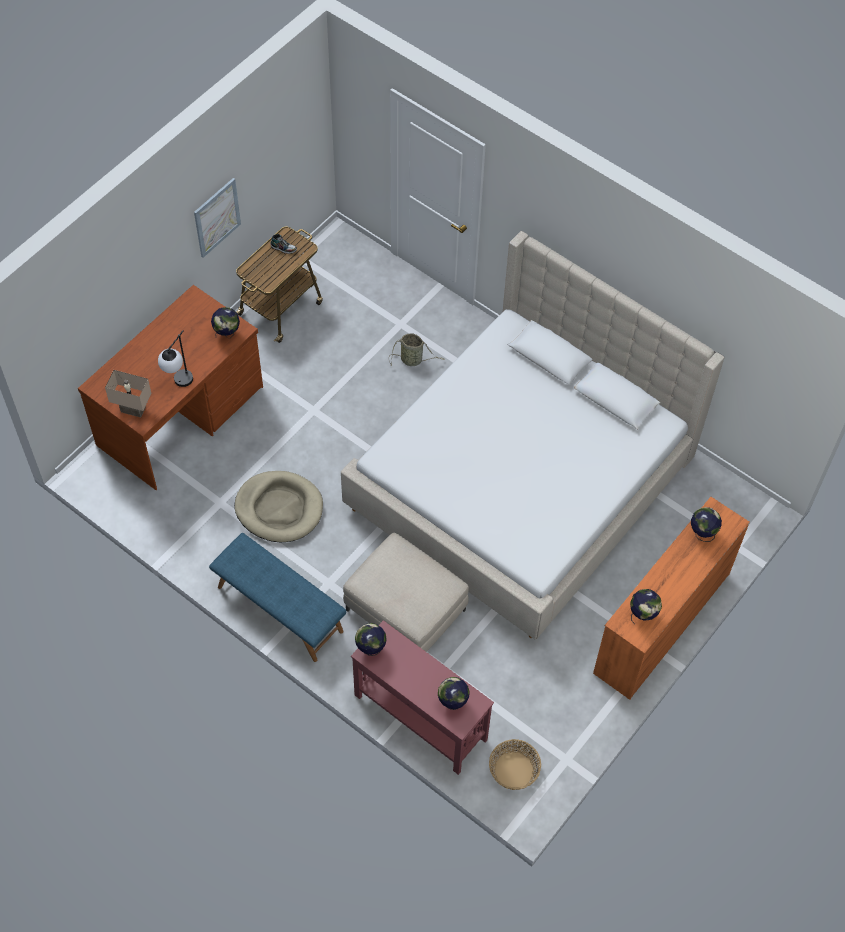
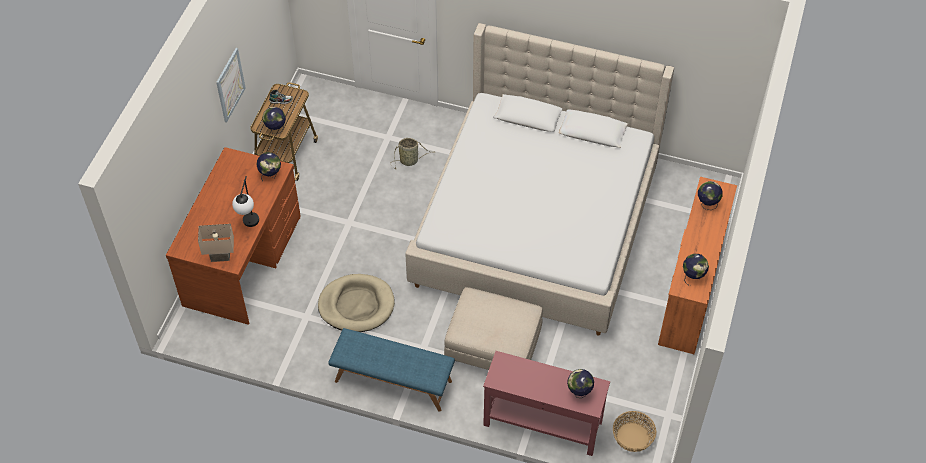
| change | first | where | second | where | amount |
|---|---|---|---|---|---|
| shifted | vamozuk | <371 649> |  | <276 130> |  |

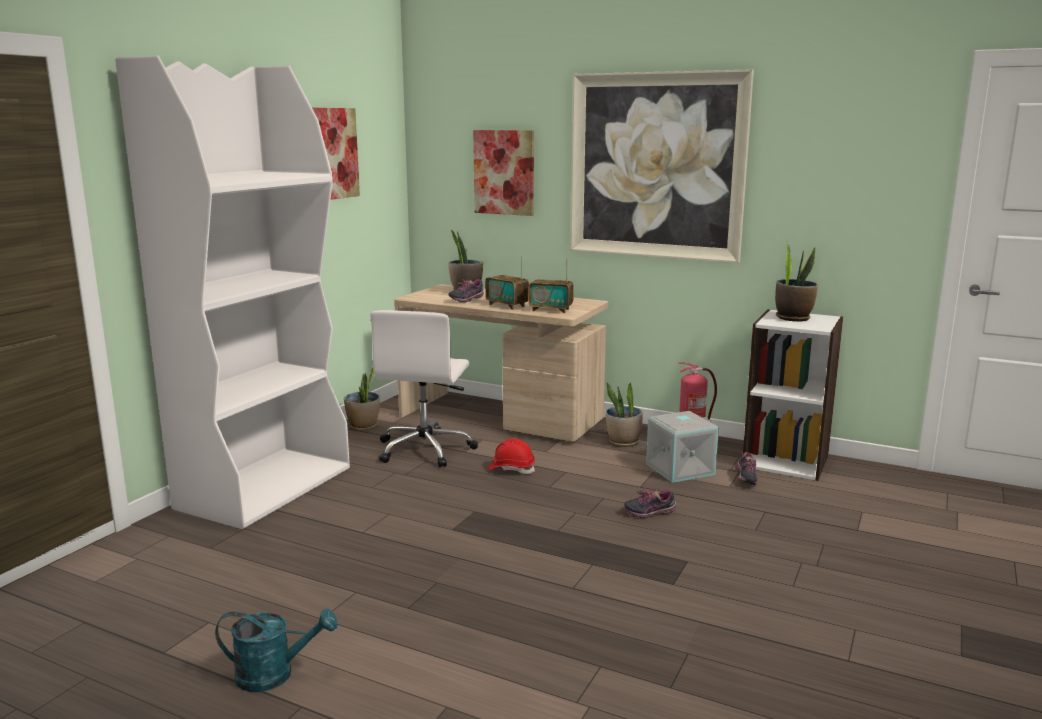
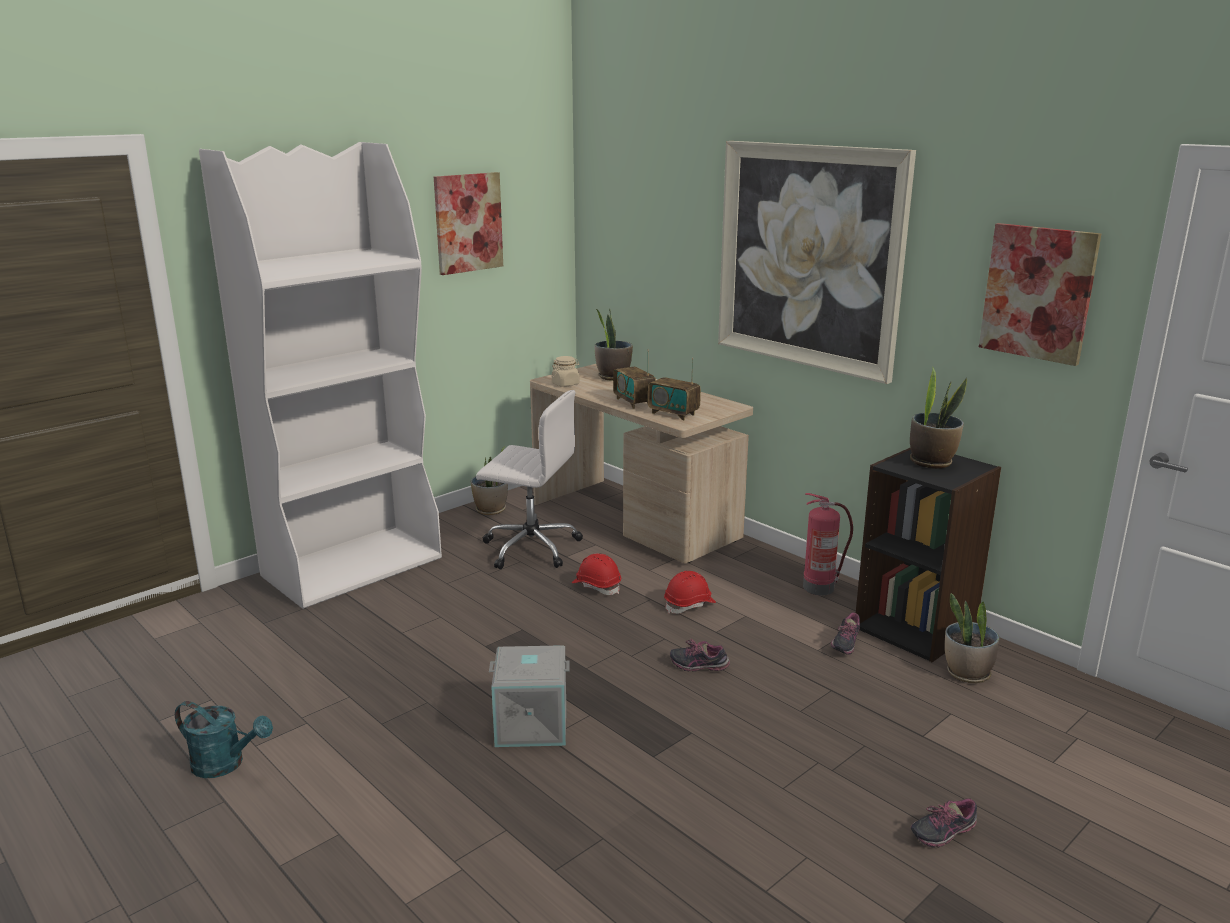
| change | first | where | second | where | amount |
|---|---|---|---|---|---|
| rotated | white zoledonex | <425 449> |  | <530 547> | 105 degrees counterclockwise |
| shifted | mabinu | <466 300> |  | <942 833> |  |
| shifted | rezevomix | <504 172> |  | <1038 293> |  |
| shifted | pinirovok | <623 442> |  | <967 673> |  |
| shifted | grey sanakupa | <680 468> |  | <532 723> |  |
| repainted | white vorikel | <786 460> | black vorikel | <916 628> |  |
| new |  |  | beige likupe | <565 384> |  |
| new |  |  | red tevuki | <689 605> |  |

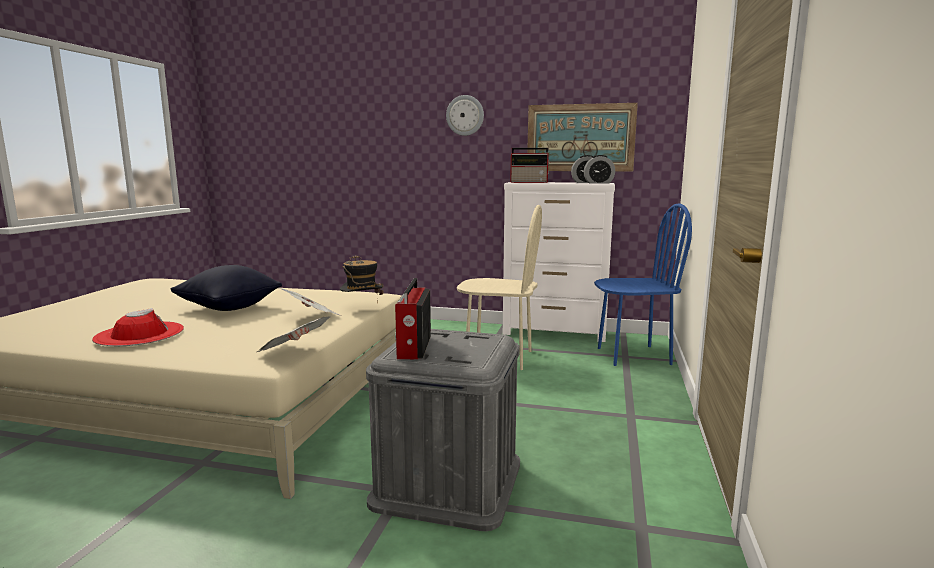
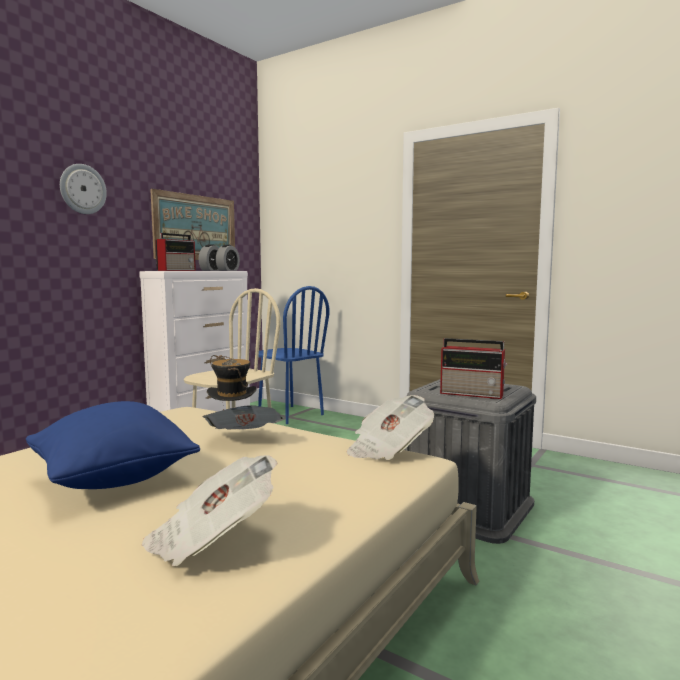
| change | first | where | second | where | amount |
|---|---|---|---|---|---|
| swapped | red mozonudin | <139 334> | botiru | <211 539> |  |
| repainted | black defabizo | <229 307> | blue defabizo | <113 480> |  |
| rotated | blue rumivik | <633 356> |  | <290 414> | 120 degrees clockwise |

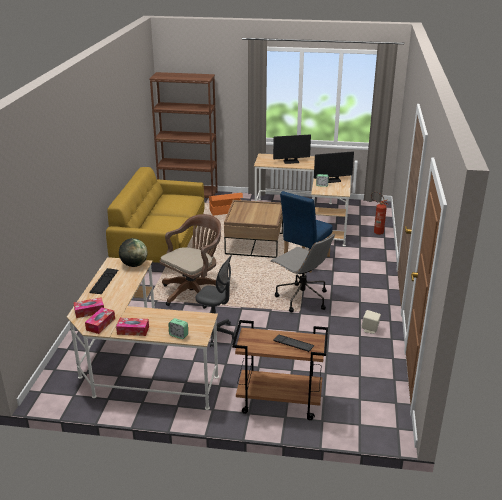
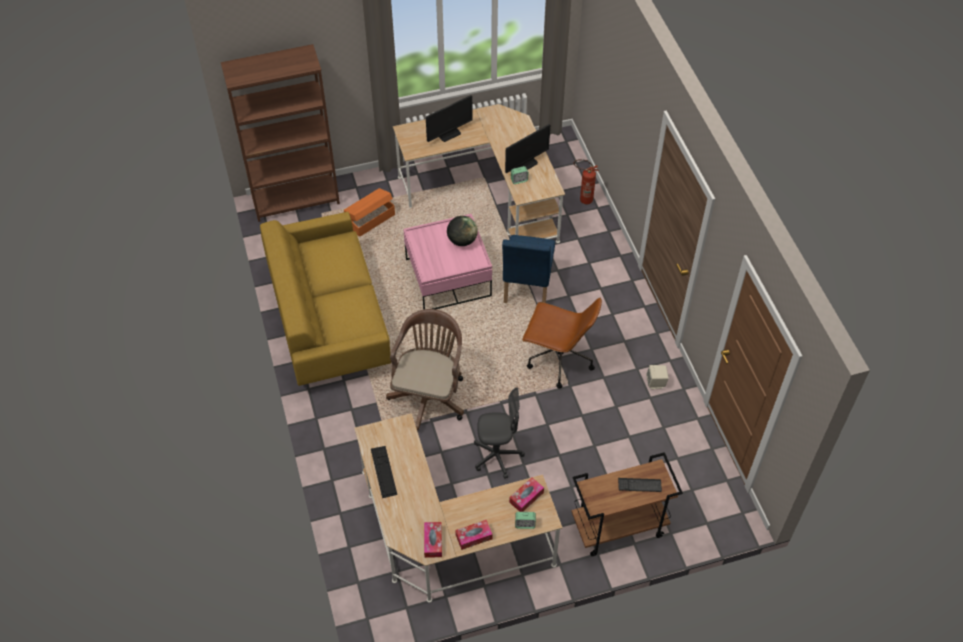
| change | first | where | second | where | amount |
|---|---|---|---|---|---|
| shifted | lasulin | <89 311> |  | <526 497> |  |
| shifted | vamozuk | <134 265> |  | <462 241> |  |
| repainted | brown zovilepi | <254 244> | pink zovilepi | <448 278> |  |
| repainted | grey zoledonex | <301 298> | brown zoledonex | <558 360> |  |

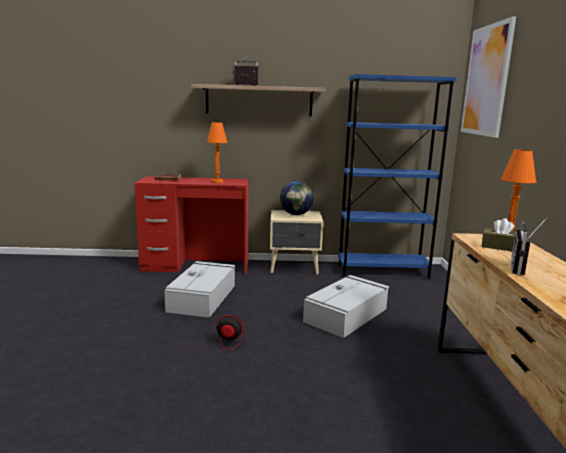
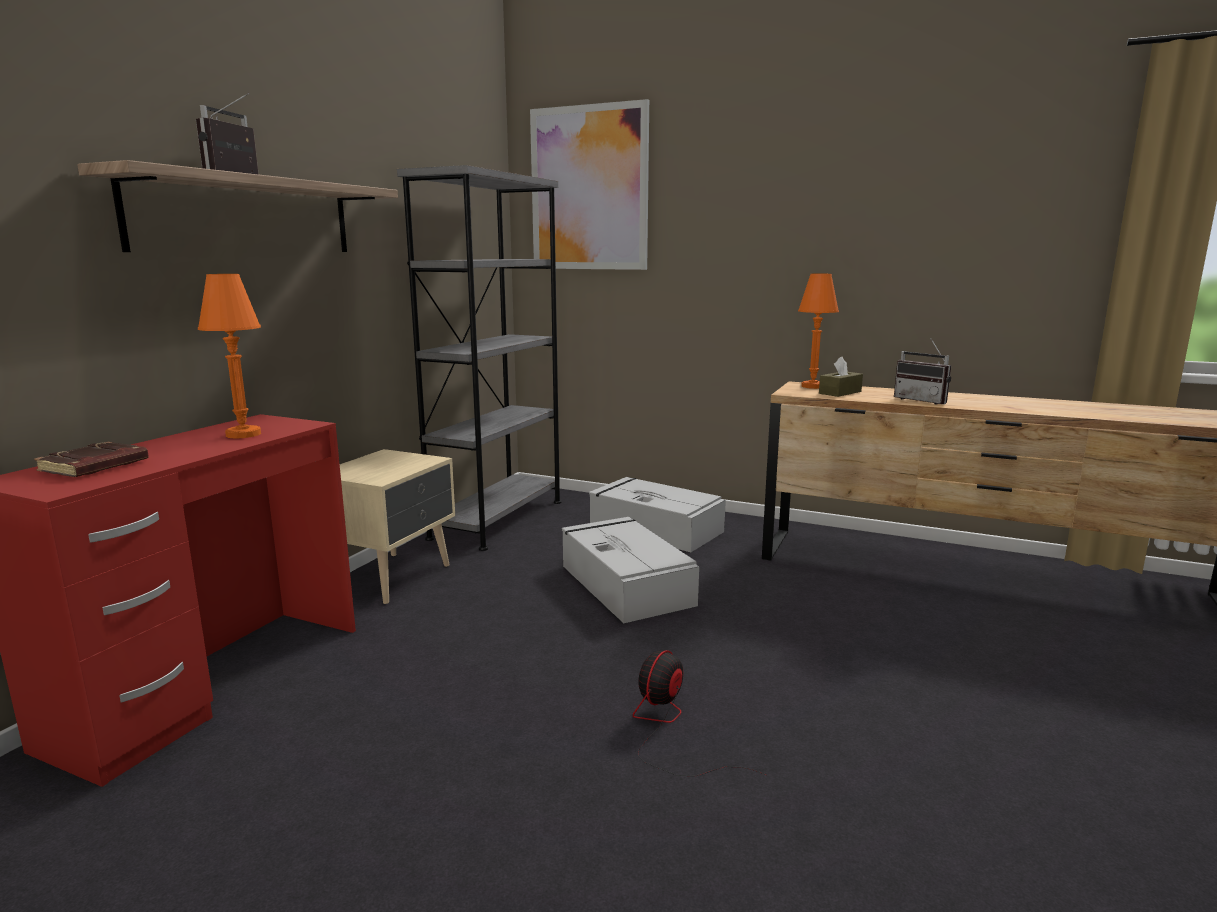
| change | first | where | second | where | amount |
|---|---|---|---|---|---|
| shifted | grey sanakupa | <203 297> |  | <654 528> |  |
| gone | vamozuk | <296 214> |  |  |  |
| repainted | blue vorikel | <382 271> | grey vorikel | <498 519> |  |

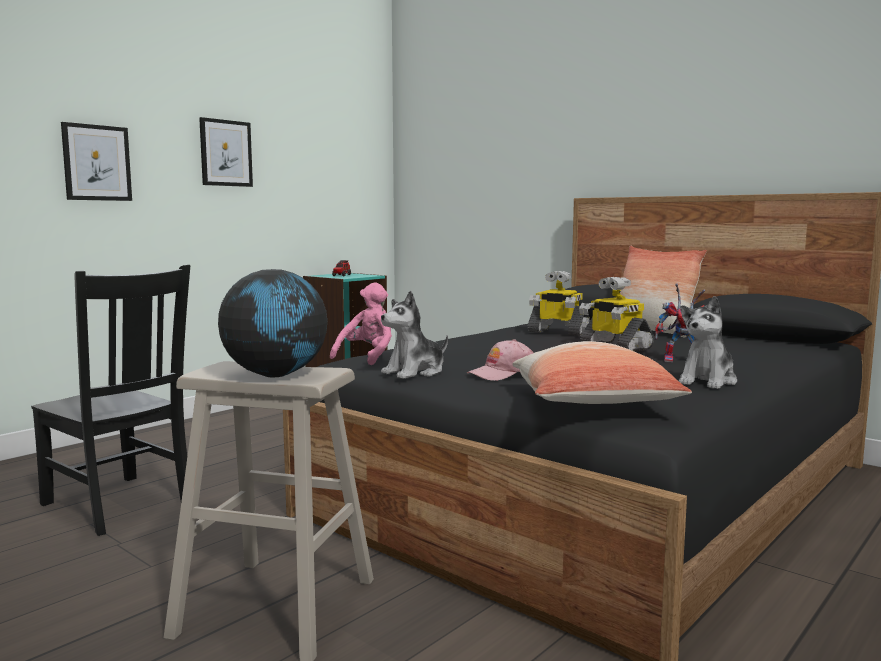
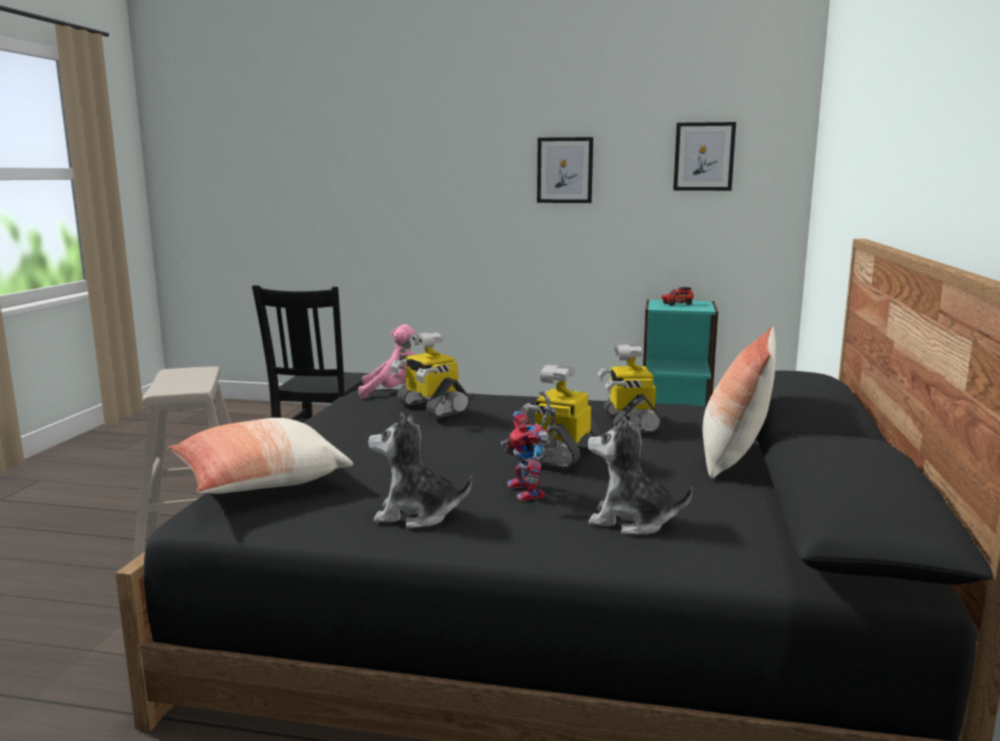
| change | first | where | second | where | amount |
|---|---|---|---|---|---|
| shifted | rezevomix | <97 163> |  | <704 156> |  |
| gone | vamozuk | <275 375> |  |  |  |
| shifted | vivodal | <415 372> |  | <631 521> |  |
| gone | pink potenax | <503 373> |  |  |  |
| new |  |  | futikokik | <431 407> |  |

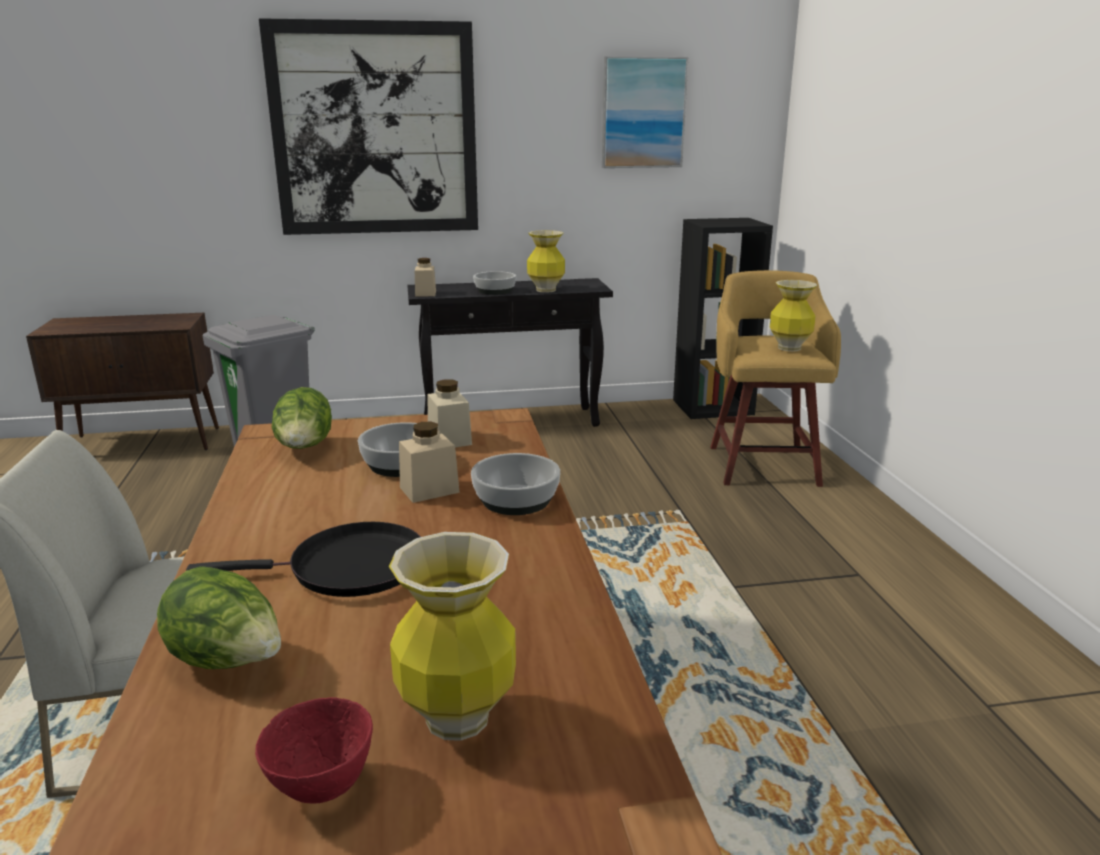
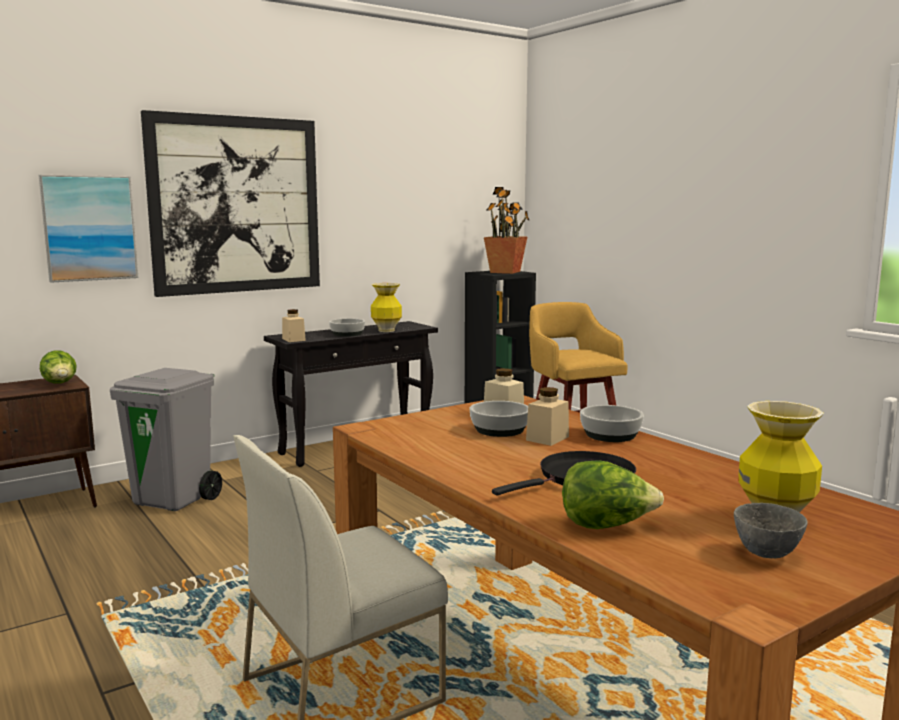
| change | first | where | second | where | amount |
|---|---|---|---|---|---|
| repainted | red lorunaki | <323 787> | grey lorunaki | <768 554> |  |
| shifted | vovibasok | <305 449> |  | <60 384> |  |
| shifted | rezevomix | <643 113> |  | <89 228> |  |
| gone | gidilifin | <789 348> |  |  |  |
| new |  |  | pinirovok | <505 272> |  |

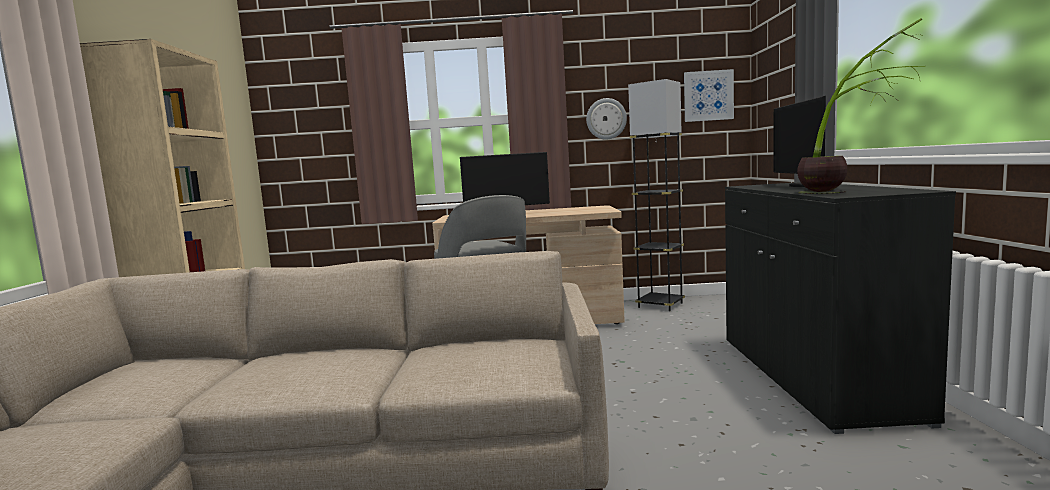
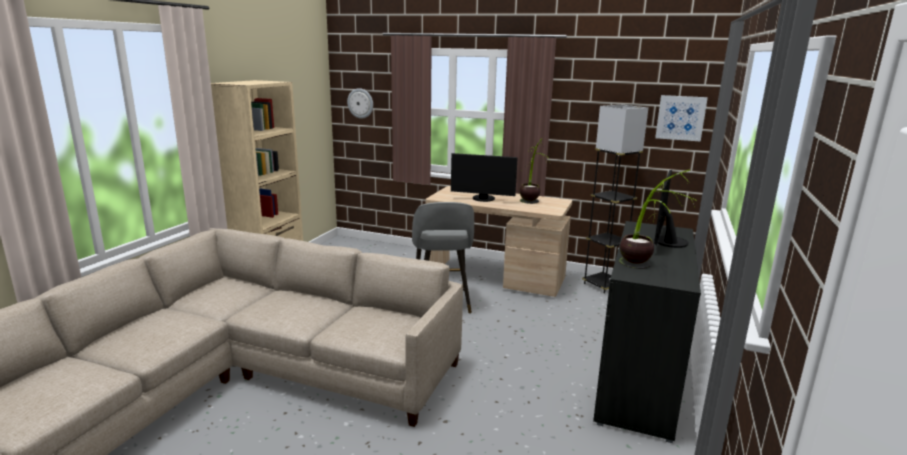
| change | first | where | second | where | amount |
|---|---|---|---|---|---|
| shifted | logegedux | <606 119> |  | <360 103> |  |
| new |  |  | pinirovok | <530 204> |  |

